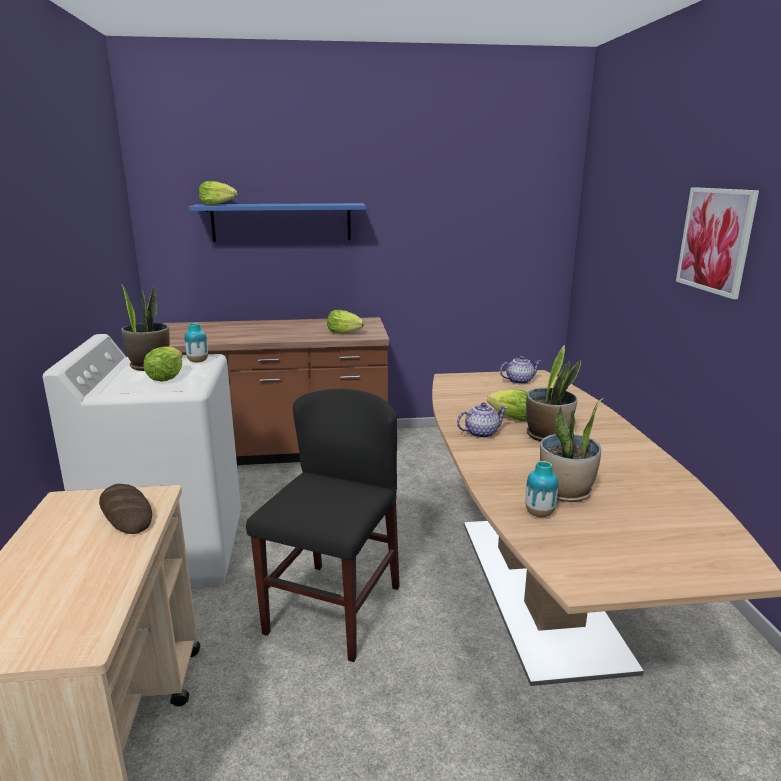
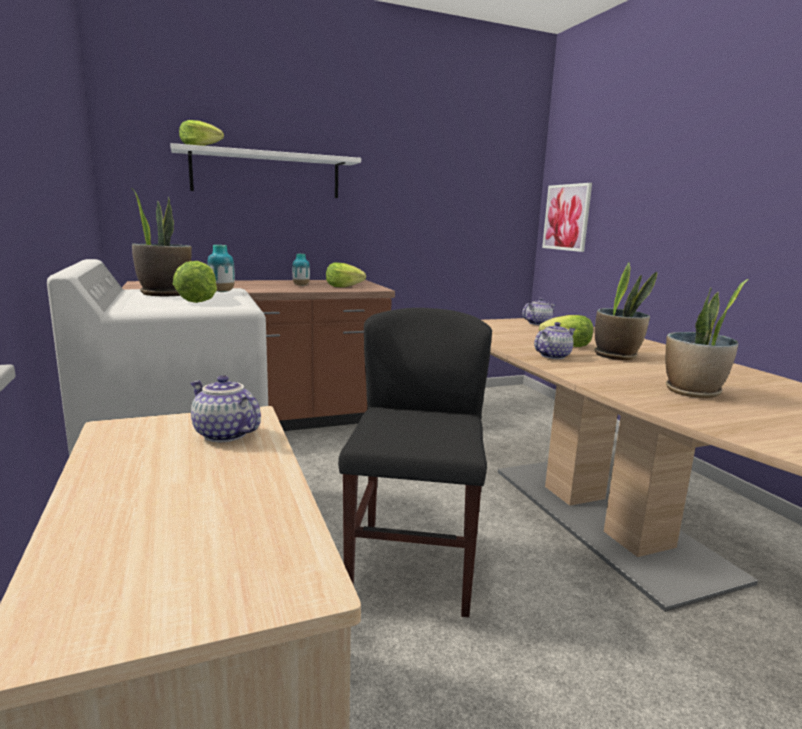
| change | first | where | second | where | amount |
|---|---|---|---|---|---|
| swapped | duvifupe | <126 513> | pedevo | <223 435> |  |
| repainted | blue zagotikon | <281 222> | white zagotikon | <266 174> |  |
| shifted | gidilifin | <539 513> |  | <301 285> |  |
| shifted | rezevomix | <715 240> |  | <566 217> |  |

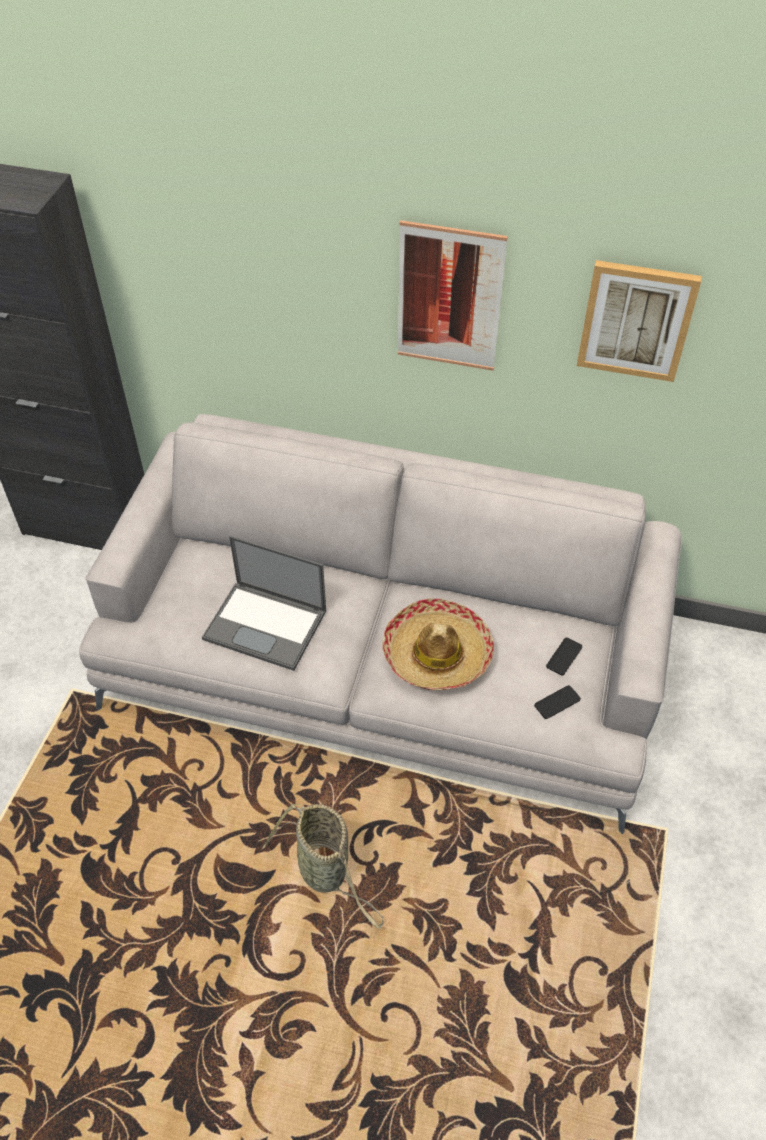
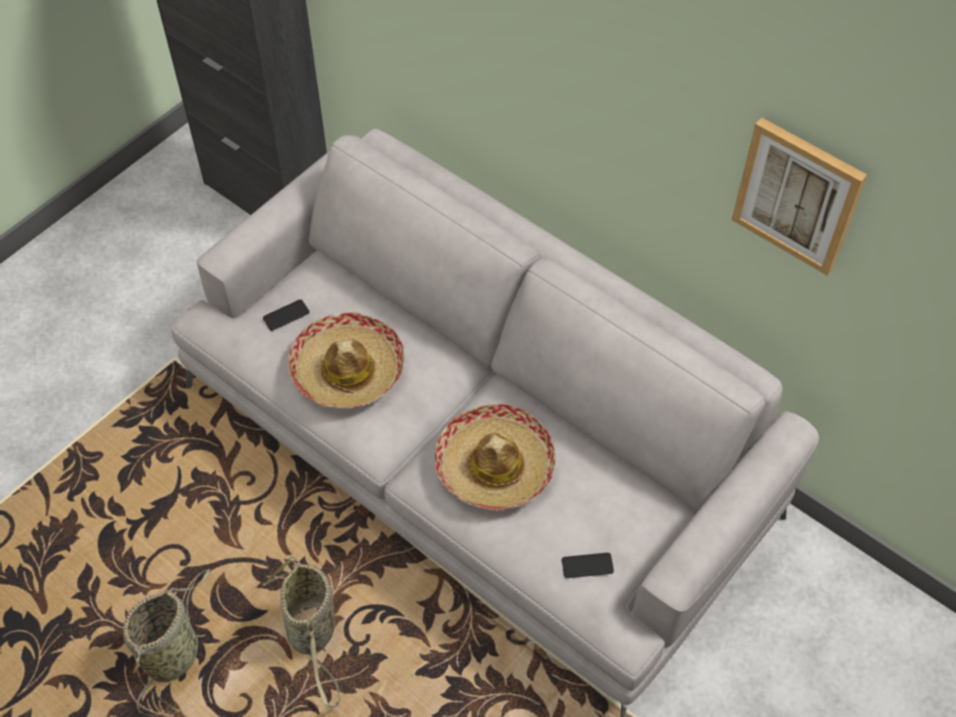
| change | first | where | second | where | amount |
|---|---|---|---|---|---|
| swapped | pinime | <267 625> | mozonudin | <347 370> |  |
| gone | rezevomix | <449 298> |  |  |  |
| shifted | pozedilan | <564 656> |  | <286 315> |  |
| new |  |  | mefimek | <174 652> |  |

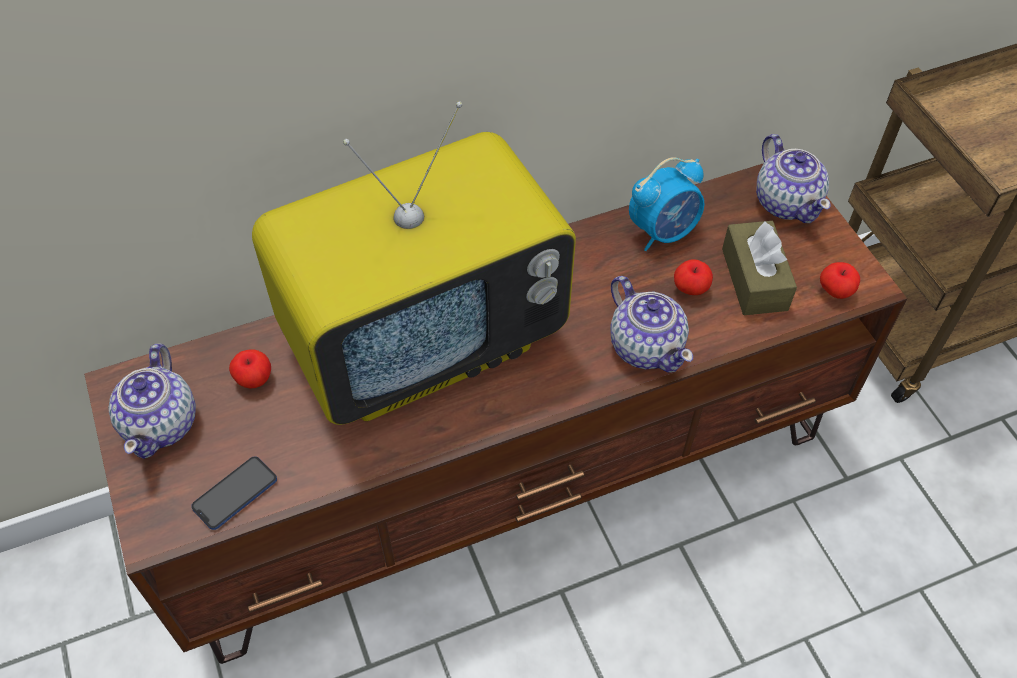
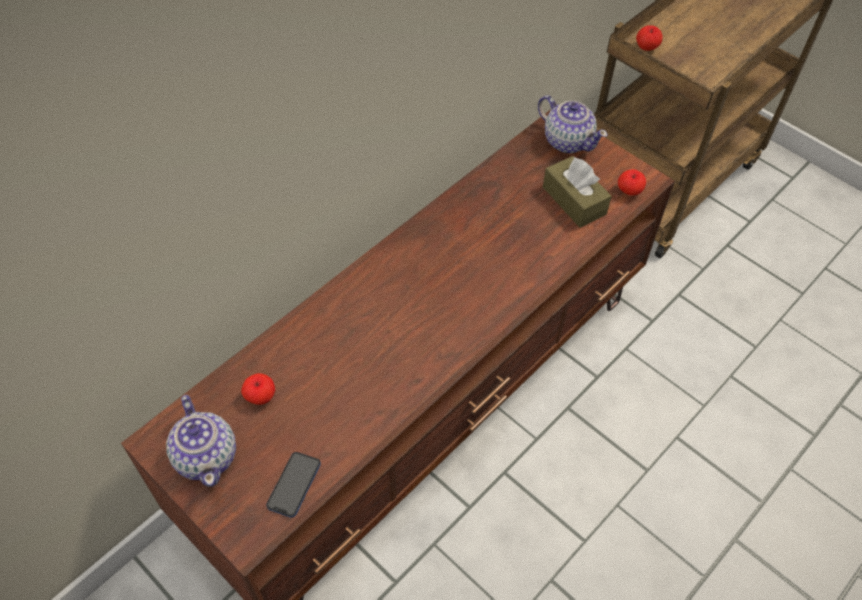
| change | first | where | second | where | amount |
|---|---|---|---|---|---|
| gone | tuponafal | <425 341> |  |  |  |
| gone | pedevo | <646 346> |  |  |  |
| gone | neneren | <663 232> |  |  |  |
| shifted | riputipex | <690 289> |  | <646 48> |  |

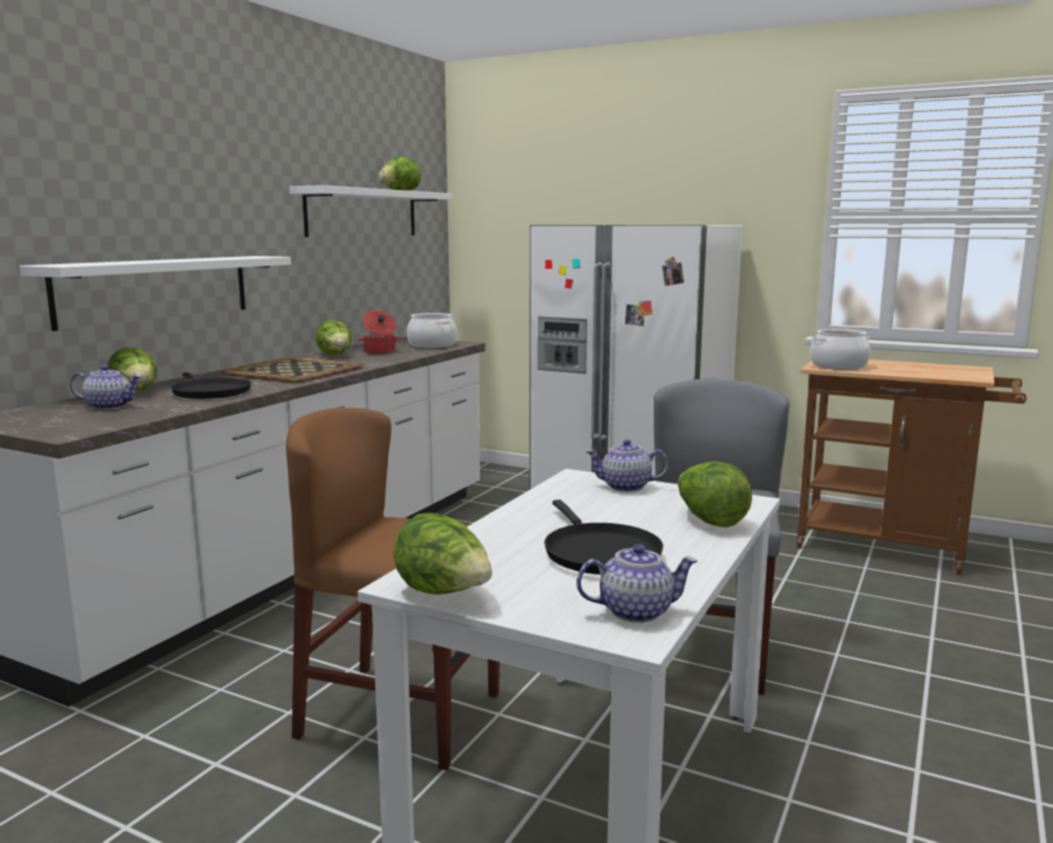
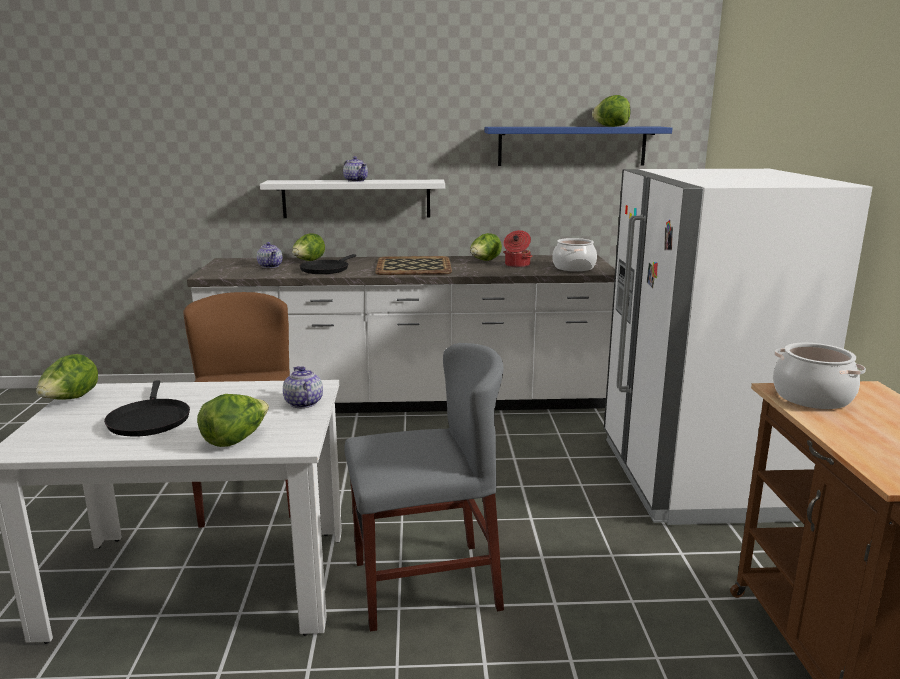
| change | first | where | second | where | amount |
|---|---|---|---|---|---|
| repainted | white zagotikon | <363 213> | blue zagotikon | <572 146> |  |
| rotated | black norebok | <598 553> |  | <149 420> | 60 degrees counterclockwise |
| shifted | pedevo | <636 611> |  | <356 181> |  |

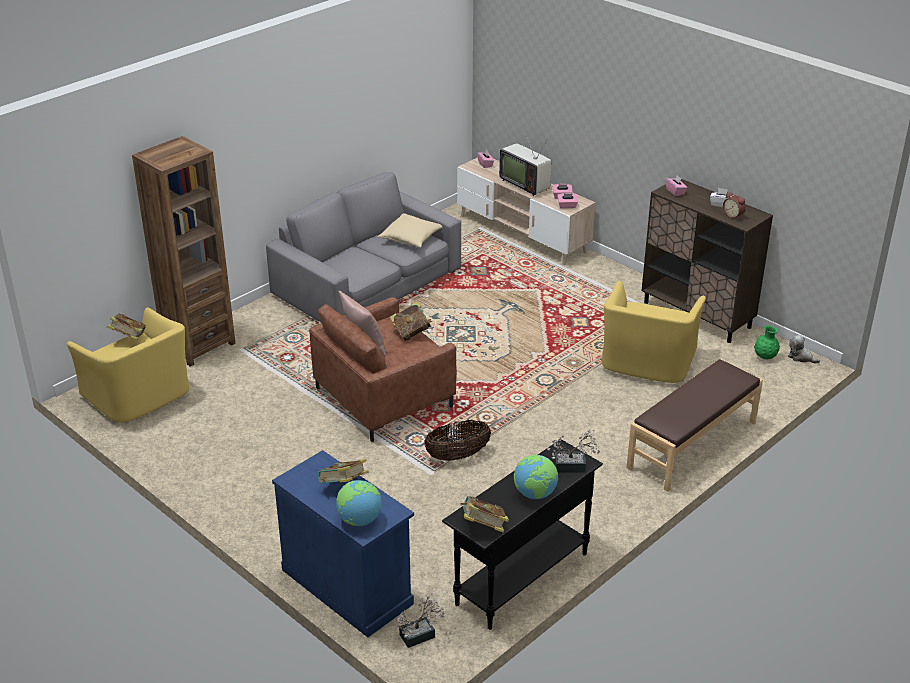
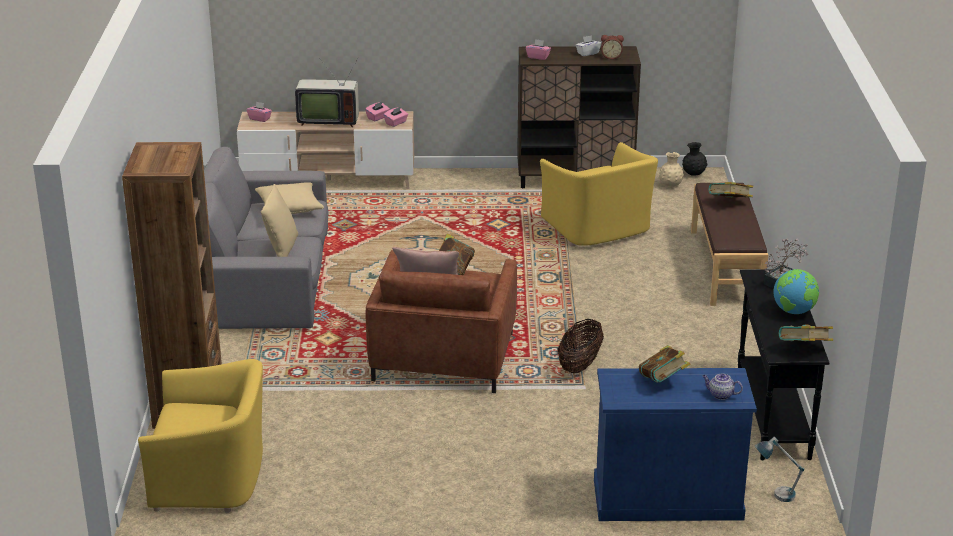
| change | first | where | second | where | amount |
|---|---|---|---|---|---|
| shifted | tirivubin | <128 338> |  | <729 203> |  |
| swapped | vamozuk | <359 520> | pedevo | <720 395> |  |
| swapped | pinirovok | <421 634> | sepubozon | <775 493> |  |
| repainted | green gidilifin | <765 357> | beige gidilifin | <670 185> |  |
| swapped | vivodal | <801 357> | black gidilifin | <693 174> |  |
| new |  |  | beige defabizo | <281 249> |  |

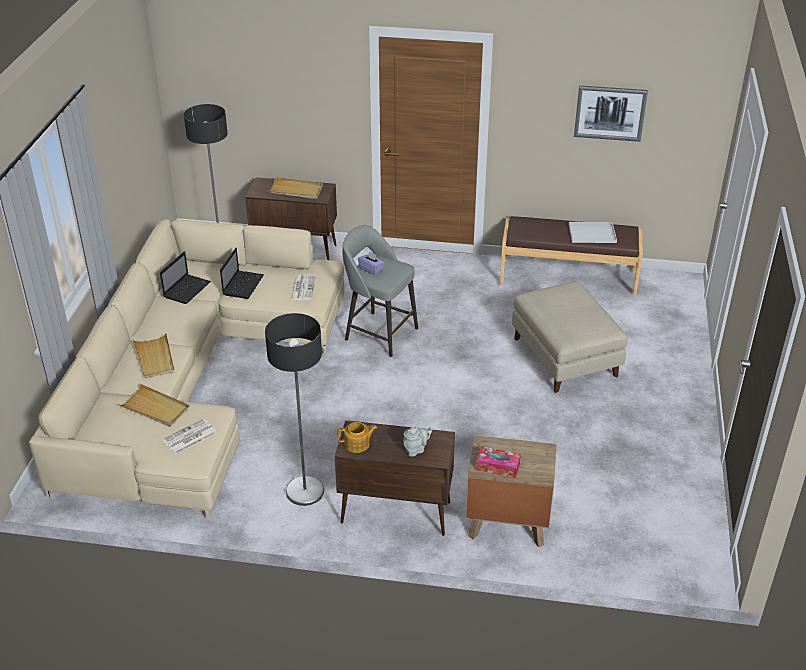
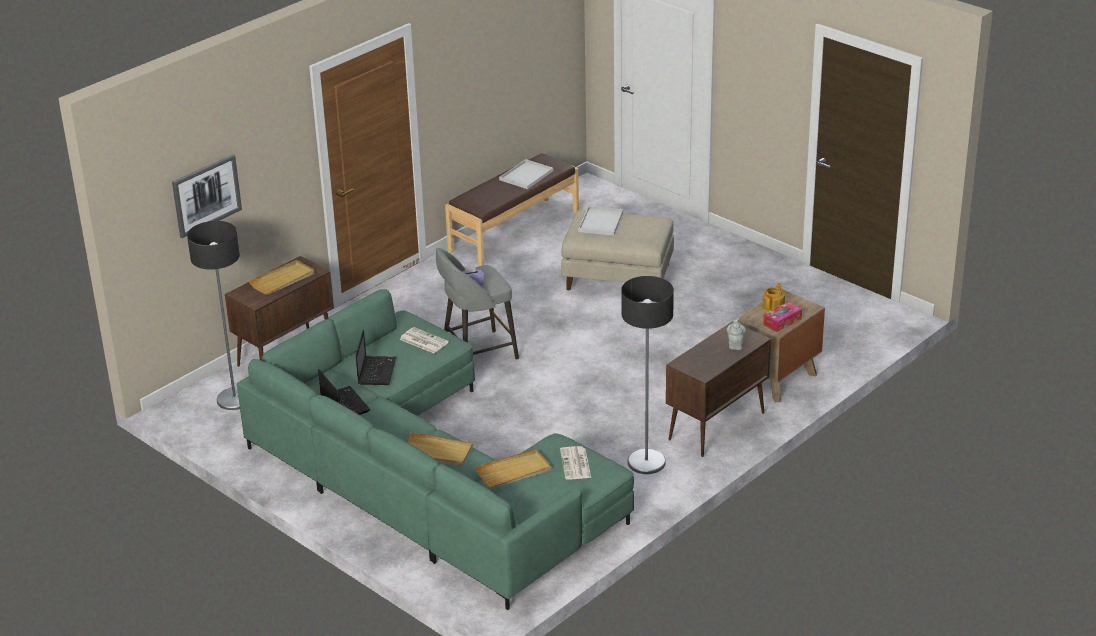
| change | first | where | second | where | amount |
|---|---|---|---|---|---|
| repainted | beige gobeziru | <193 380> | green gobeziru | <425 477> |  |
| rotated | pinime | <243 285> |  | <376 371> | 45 degrees clockwise |
| shifted | pedevo | <357 444> |  | <773 307> |  |
| shifted | rezevomix | <610 113> |  | <206 195> |  |
| new |  |  | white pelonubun | <601 222> |  |

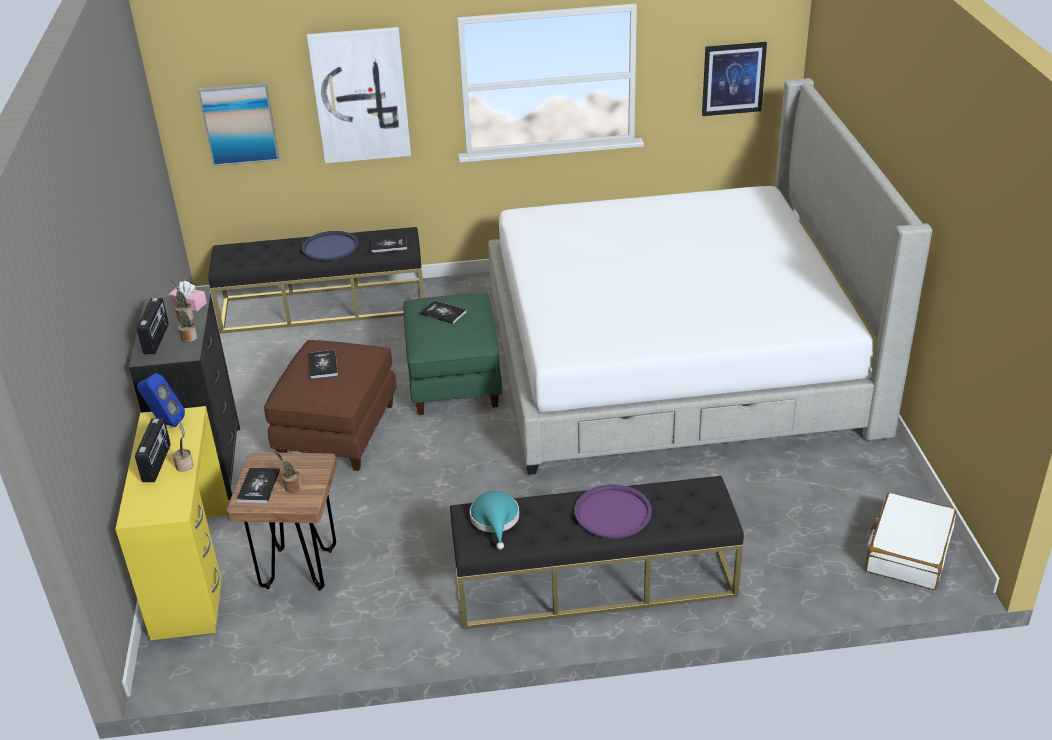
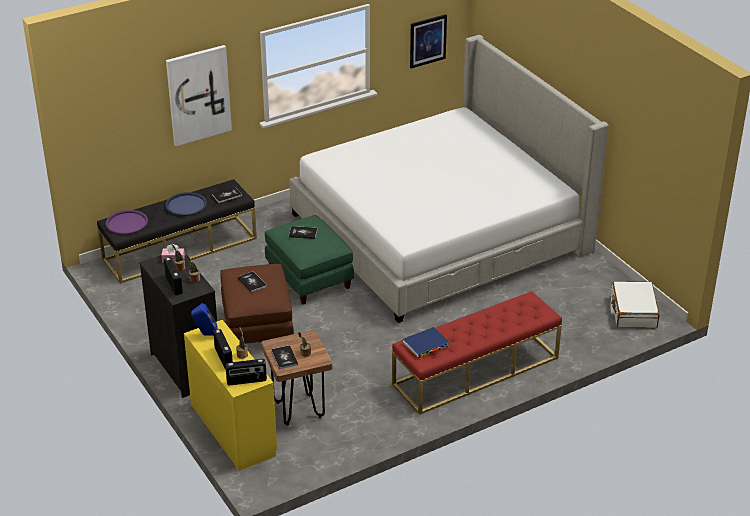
| change | first | where | second | where | amount |
|---|---|---|---|---|---|
| gone | rezevomix | <239 124> |  |  |  |
| repainted | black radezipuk | <593 582> | red radezipuk | <475 371> |  |
| swapped | turquoise mozonudin | <495 520> | blue tirivubin | <426 344> |  |
| shifted | purple pelonubun | <613 512> |  | <127 223> |  |
| new |  |  | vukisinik | <246 381> |  |

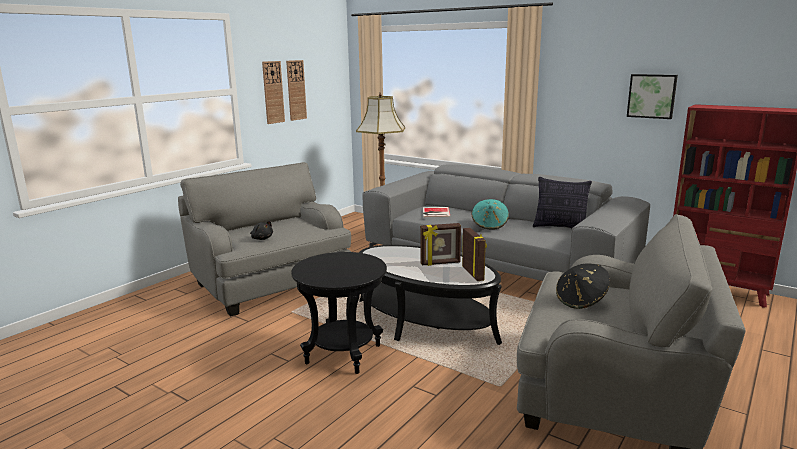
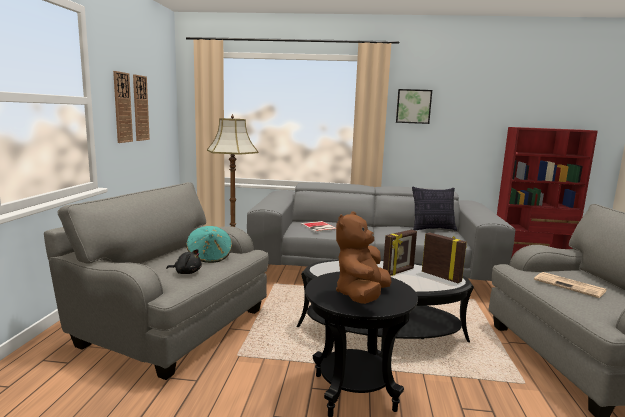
| change | first | where | second | where | amount |
|---|---|---|---|---|---|
| shifted | turquoise mozonudin | <489 225> |  | <209 257> |  |
| swapped | black mozonudin | <581 301> | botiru | <570 285> |  |
| shifted | rezevomix | <652 96> |  | <413 106> |  |
| new |  |  | brown vivodal | <361 296> |  |

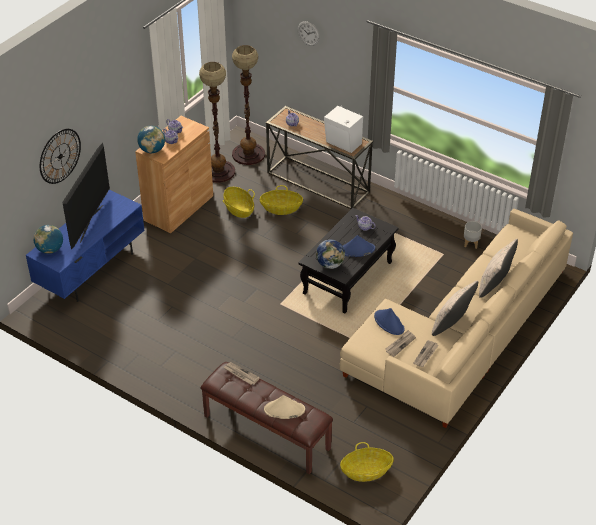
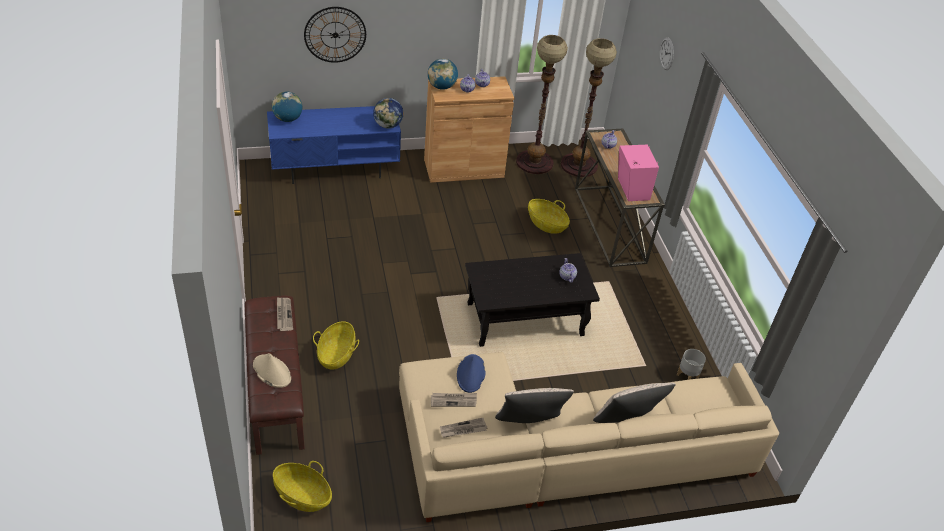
| change | first | where | second | where | amount |
|---|---|---|---|---|---|
| gone | tuponafal | <90 223> |  |  |  |
| shifted | mefimek | <239 209> |  | <336 354> |  |
| shifted | vamozuk | <330 264> |  | <388 125> |  |
| repainted | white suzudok | <343 144> | pink suzudok | <631 189> |  |
| gone | blue mozonudin | <357 250> |  |  |  |

